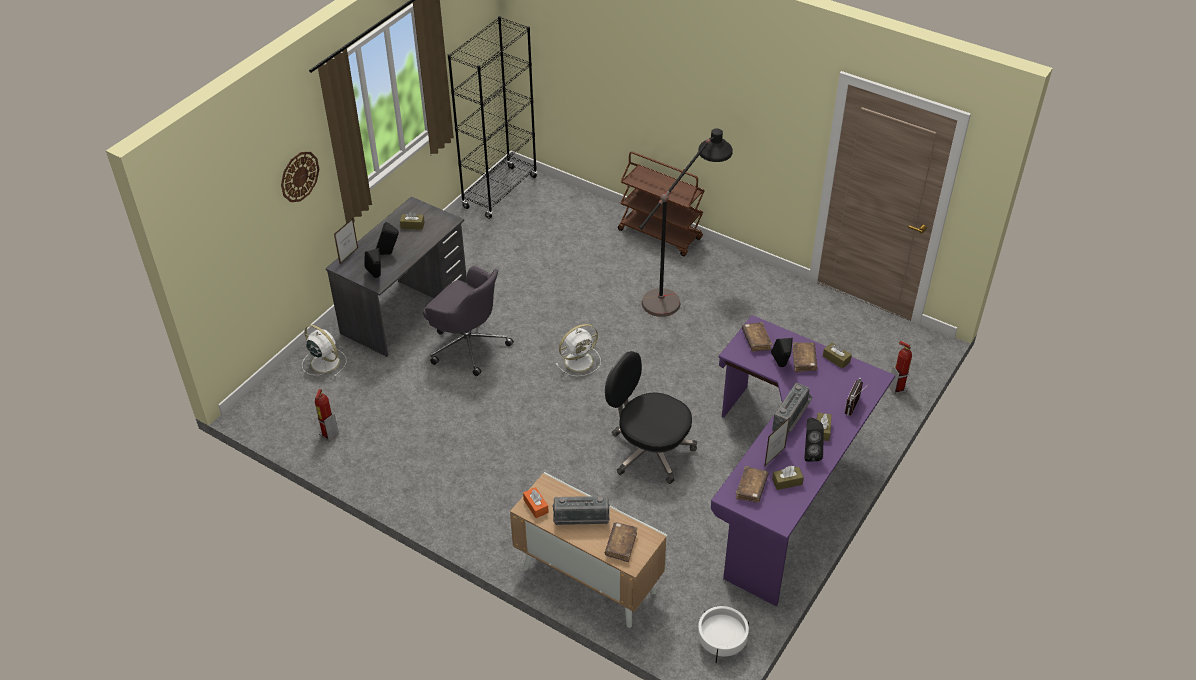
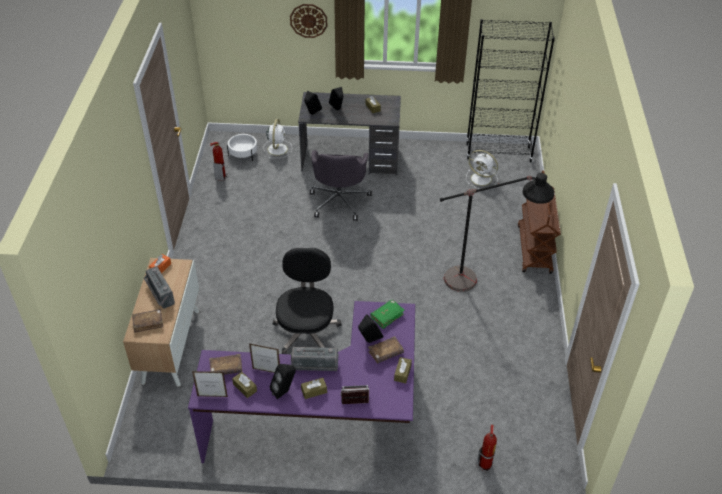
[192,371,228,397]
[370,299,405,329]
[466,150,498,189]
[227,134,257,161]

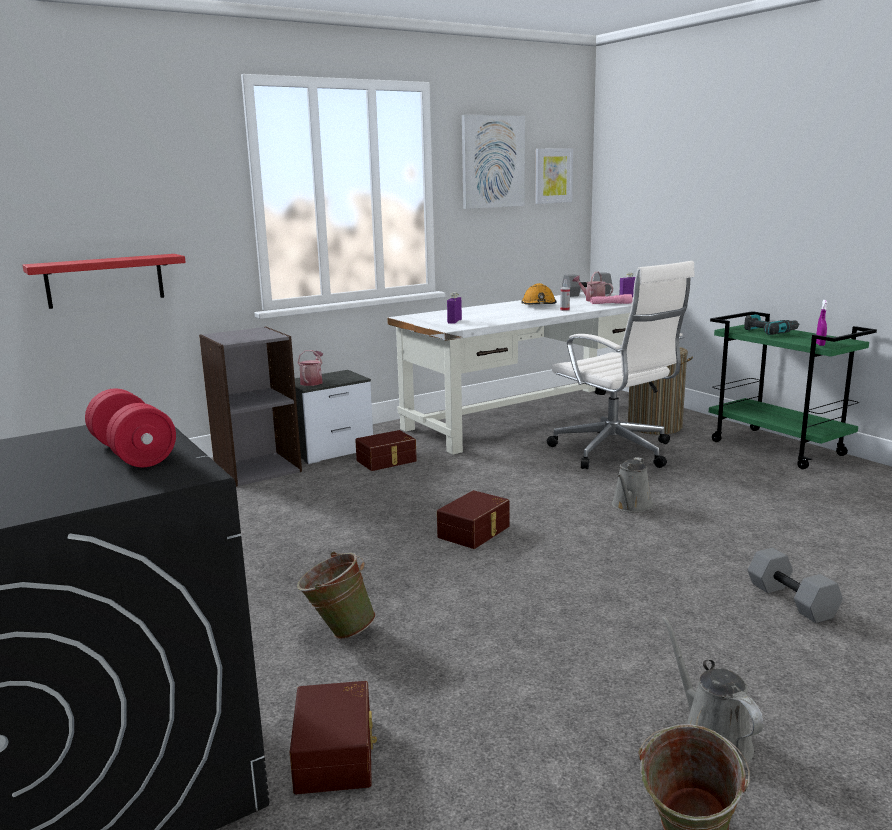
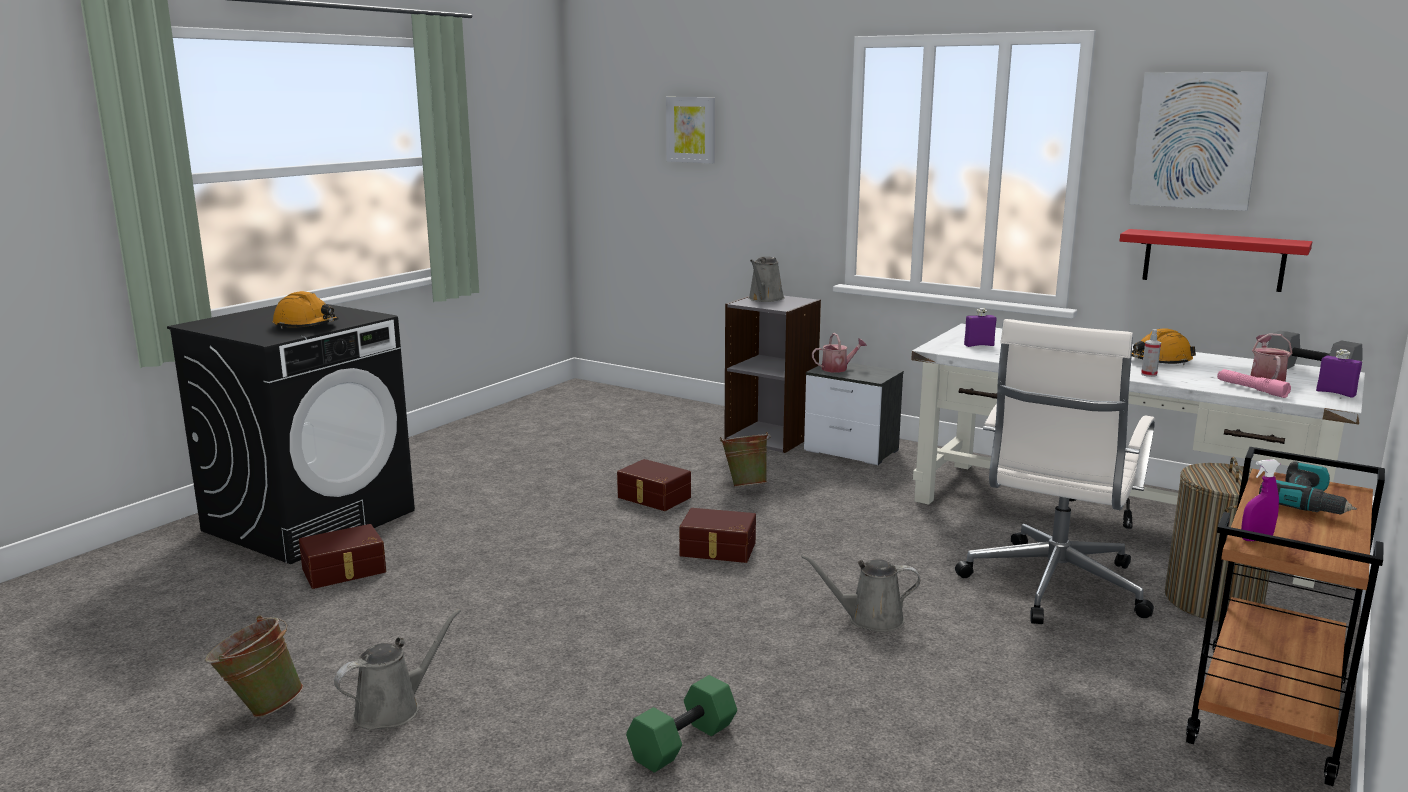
[666,97,715,163]
[1120,229,1312,292]
[1186,447,1385,786]
[273,291,339,329]
[617,459,691,511]
[626,675,737,773]
[720,432,770,487]
[748,256,785,302]

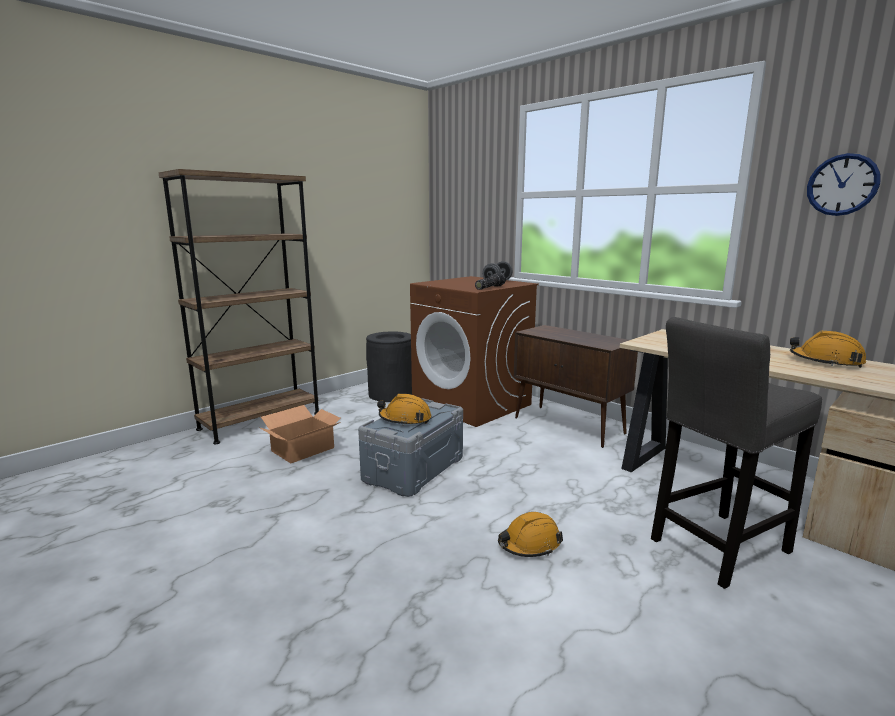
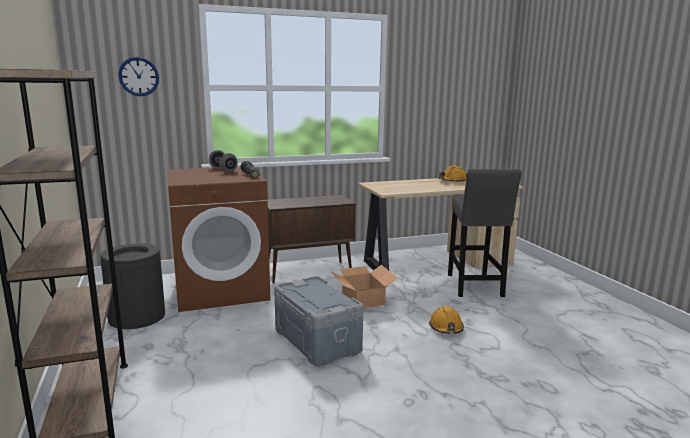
[118,57,159,96]
[377,394,431,426] (first image)
[330,265,398,308]

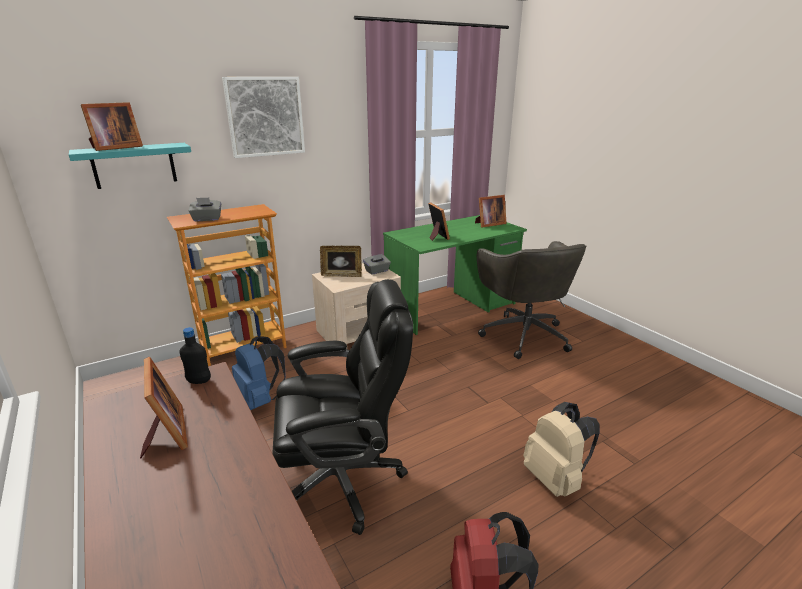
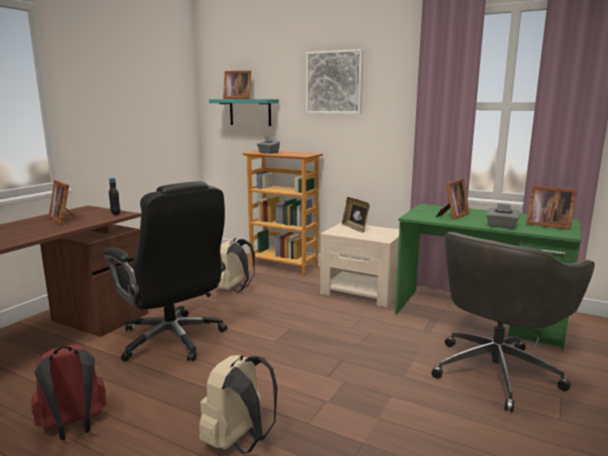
[486,203,520,229]
[217,238,255,293]
[49,180,74,225]

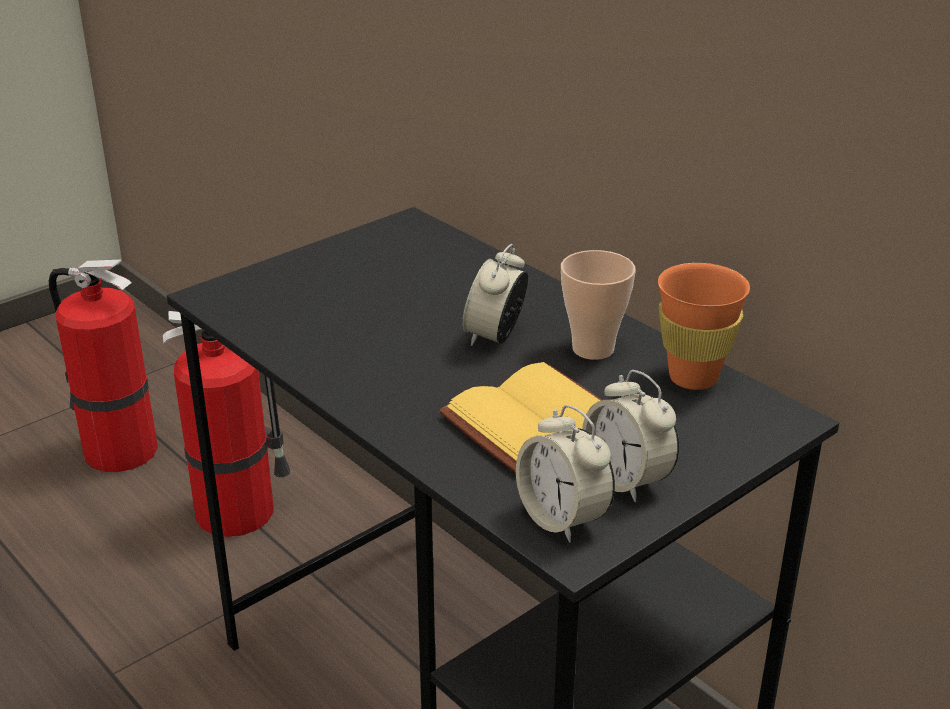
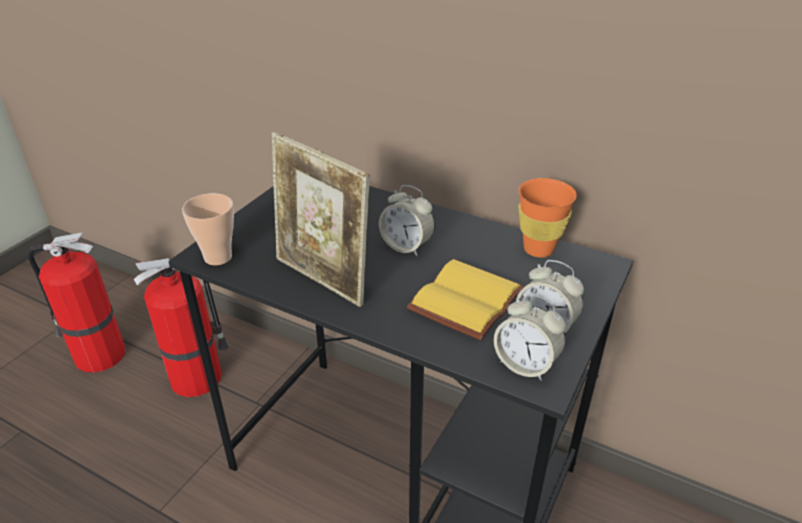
[379,185,435,256]
[182,193,234,265]
[272,132,370,307]

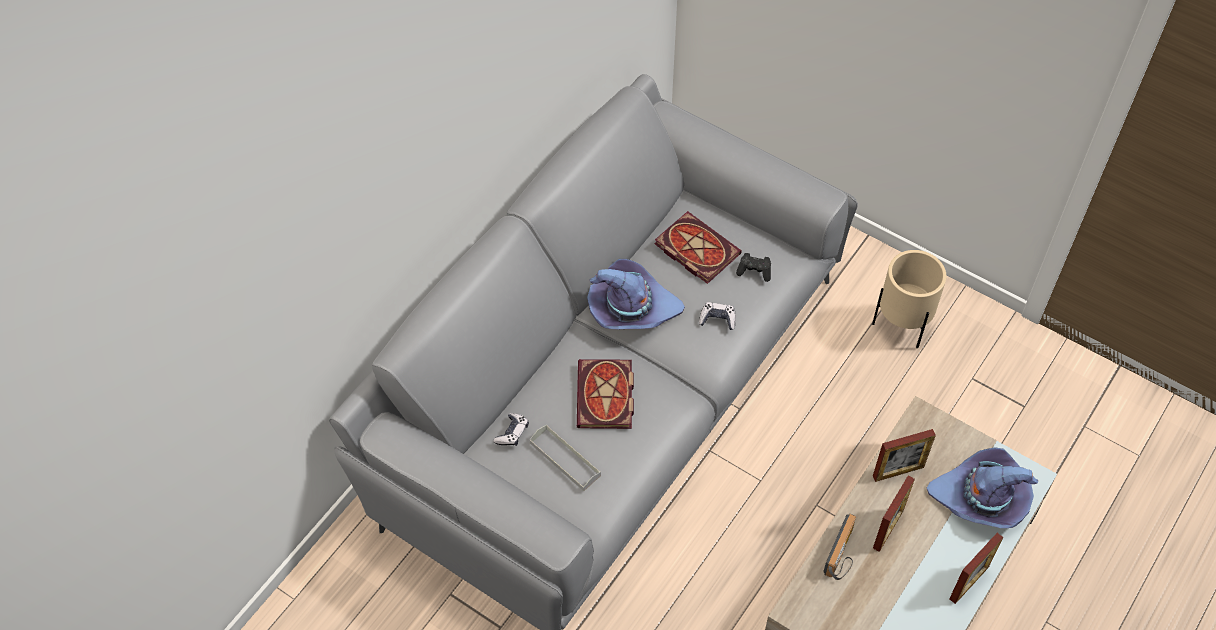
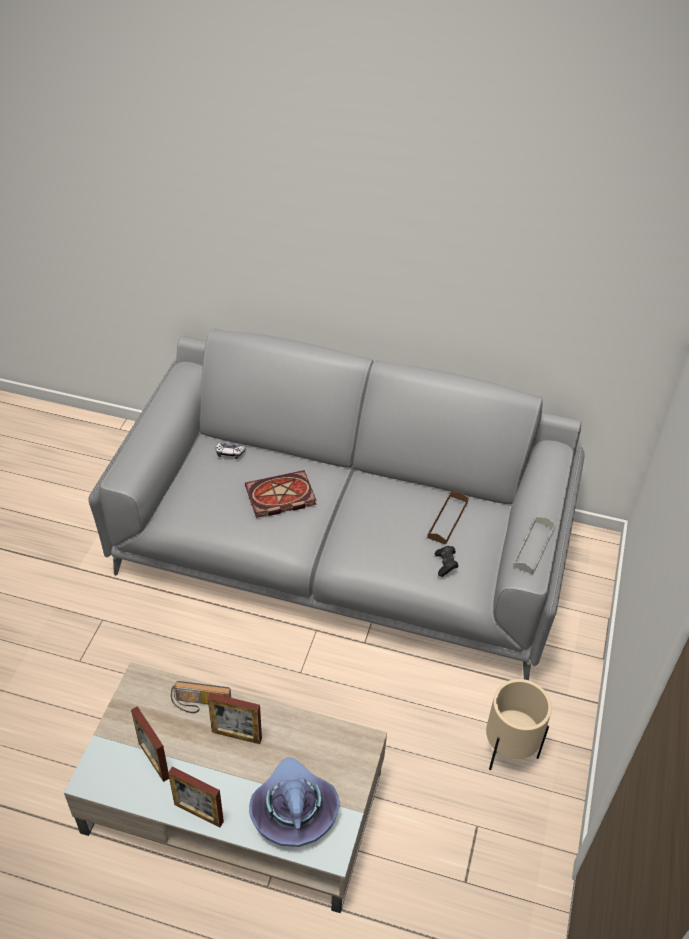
[427,492,469,545]
[587,259,685,329] (first image)
[699,302,736,330] (first image)
[513,517,556,575]
[131,706,169,782]

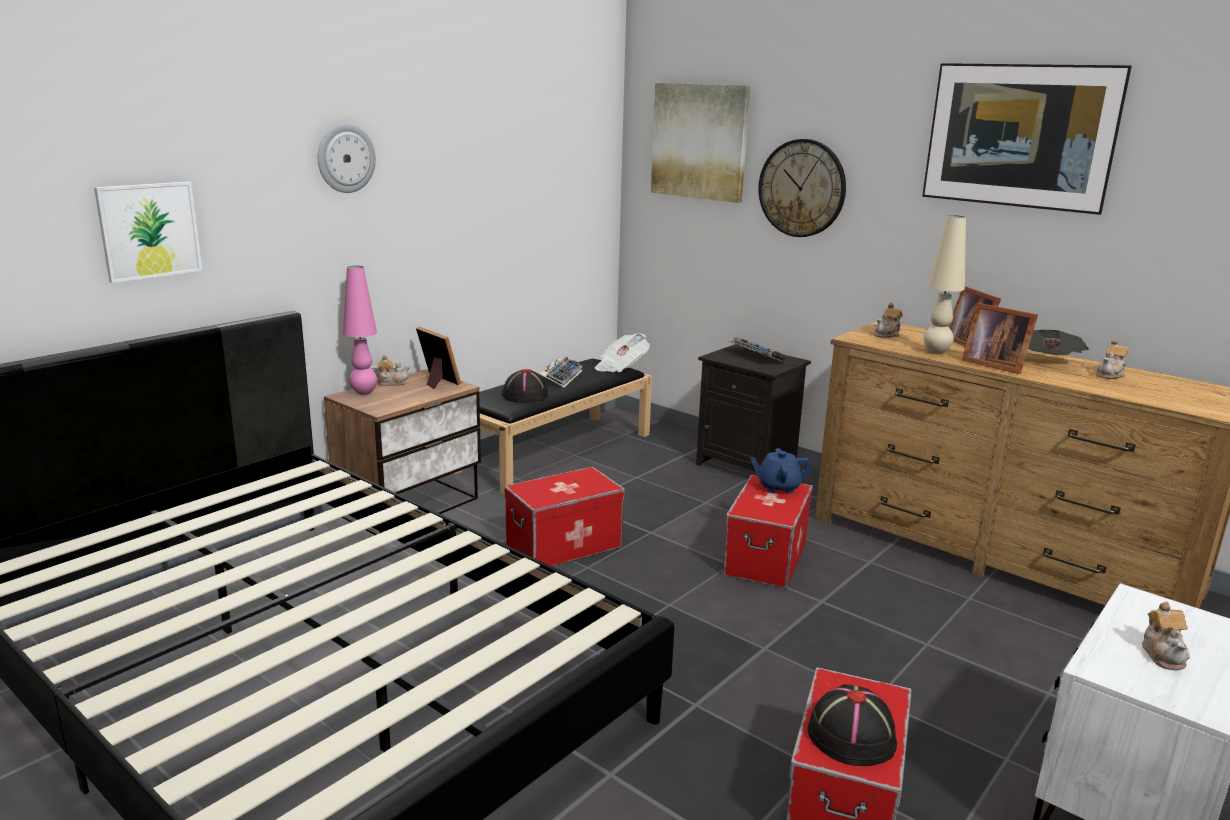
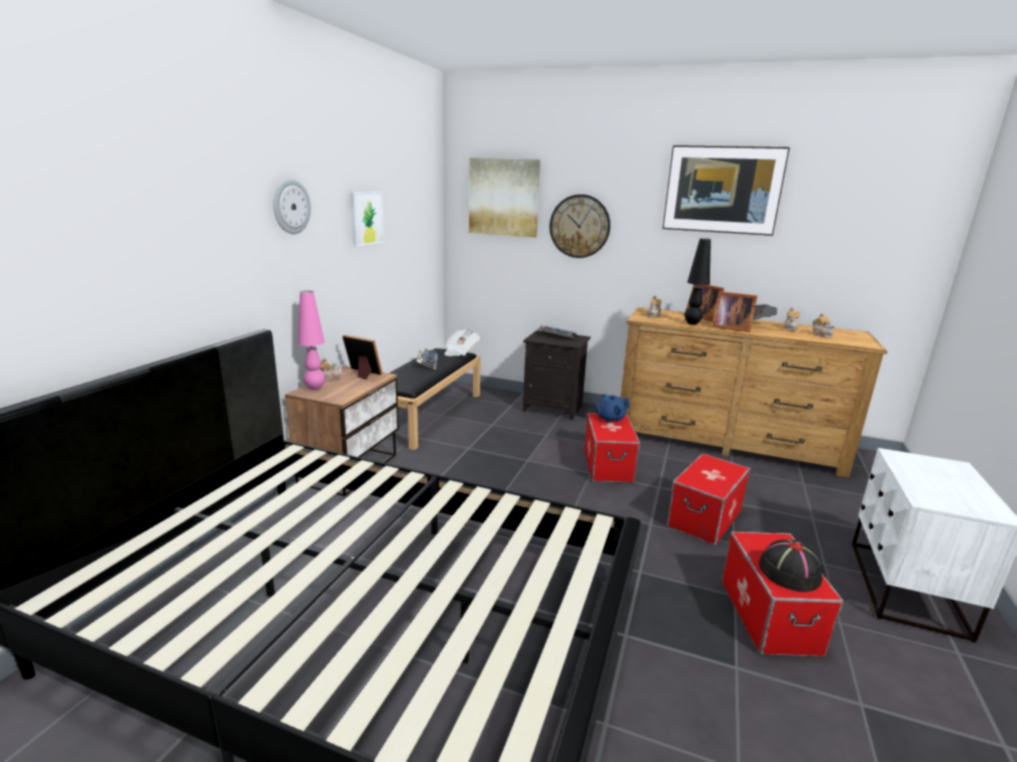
[350,192,385,247]
[685,238,711,325]
[502,369,548,403] (first image)
[667,453,750,546]
[813,313,835,338]

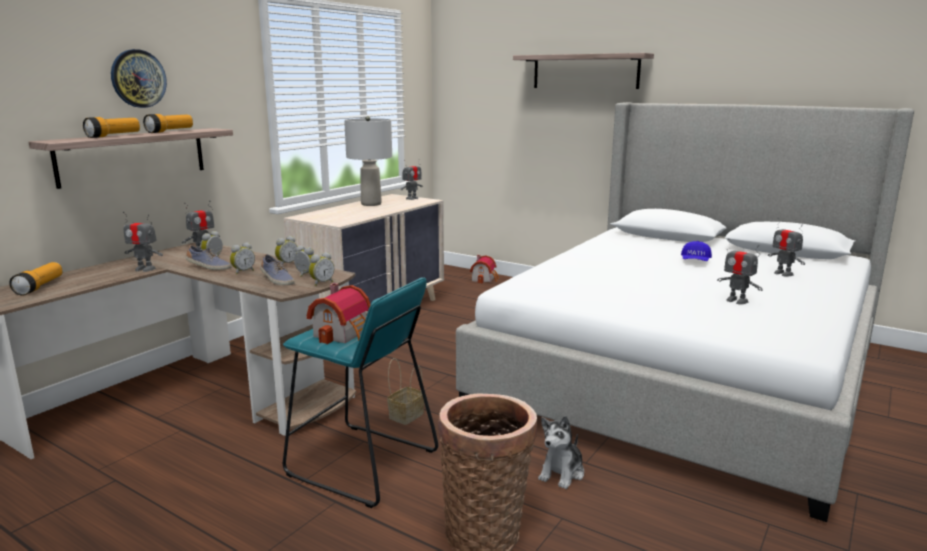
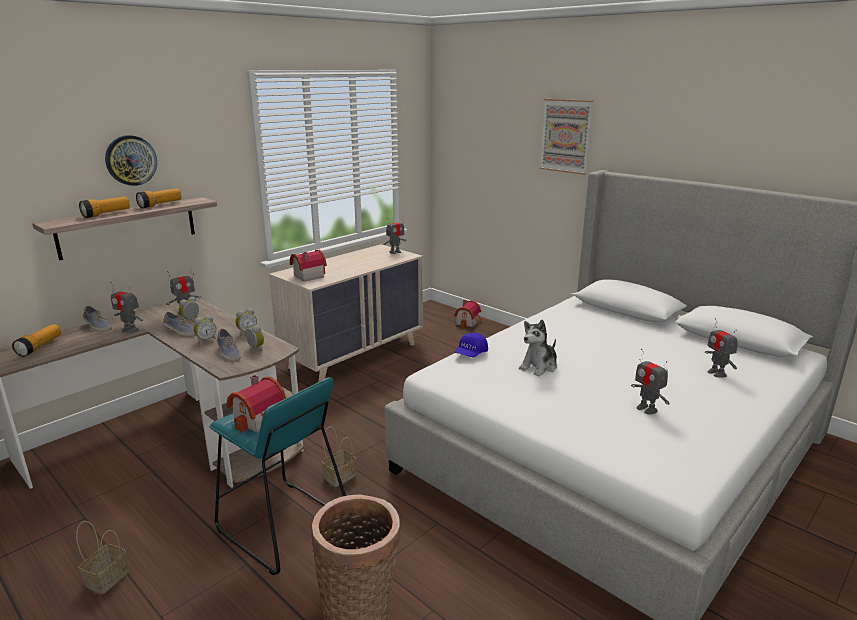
[540,99,593,175]
[344,116,392,206] (first image)
[454,333,488,357]
[309,252,334,286] (first image)
[519,319,557,377]
[290,250,327,282]
[83,306,112,332]
[76,521,129,594]

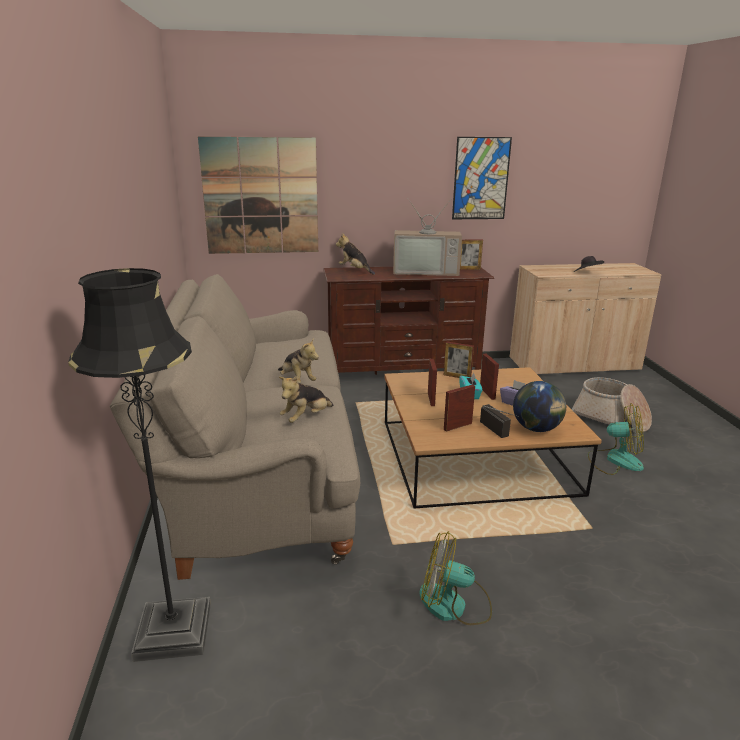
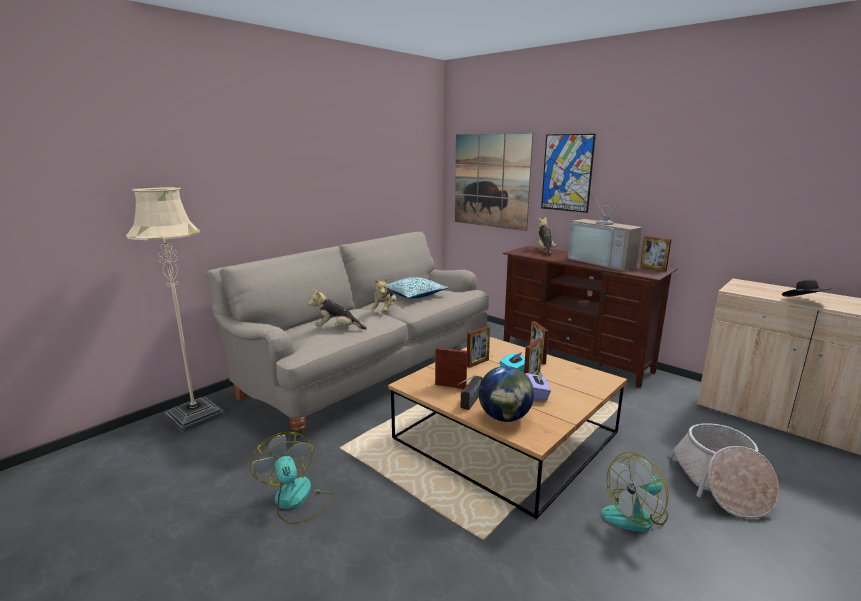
[541,134,596,213]
[126,186,224,433]
[601,452,669,532]
[387,277,448,298]

